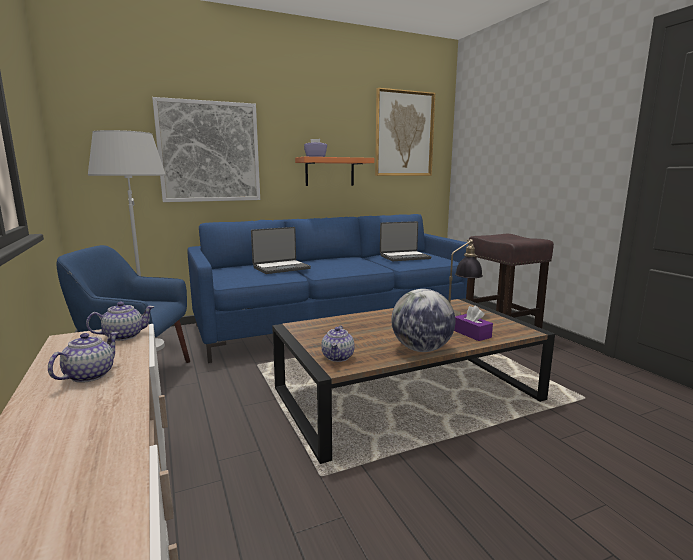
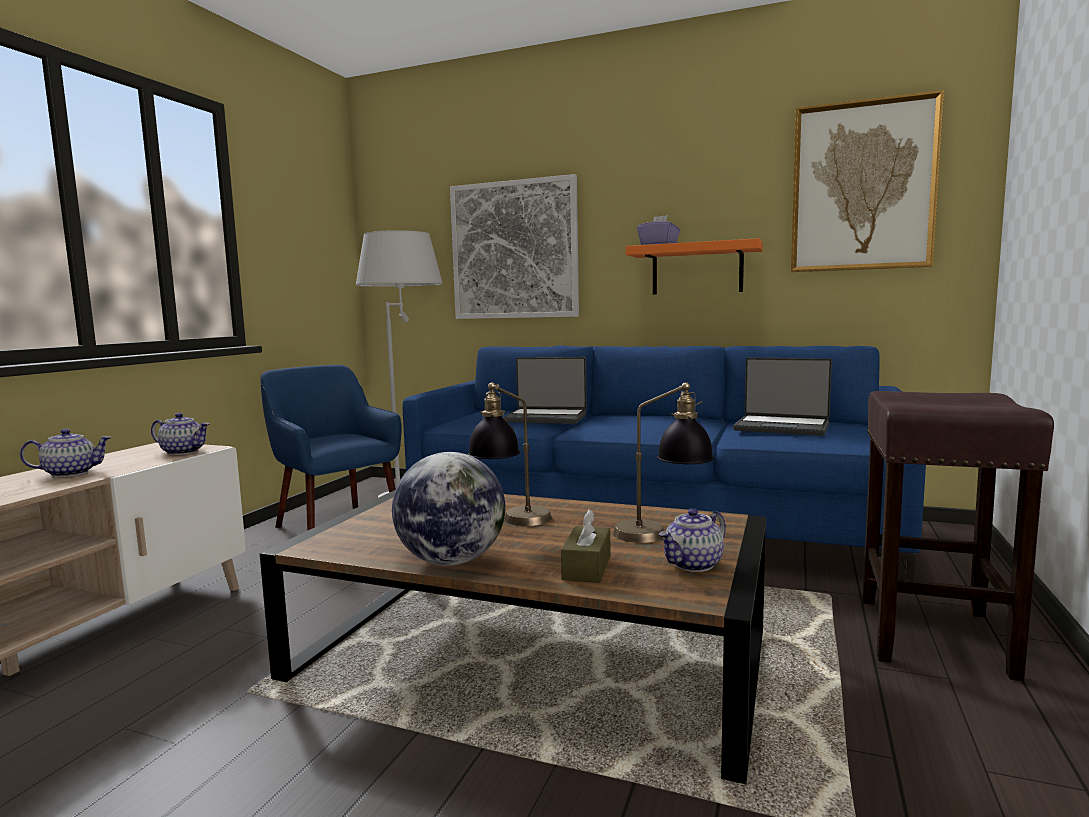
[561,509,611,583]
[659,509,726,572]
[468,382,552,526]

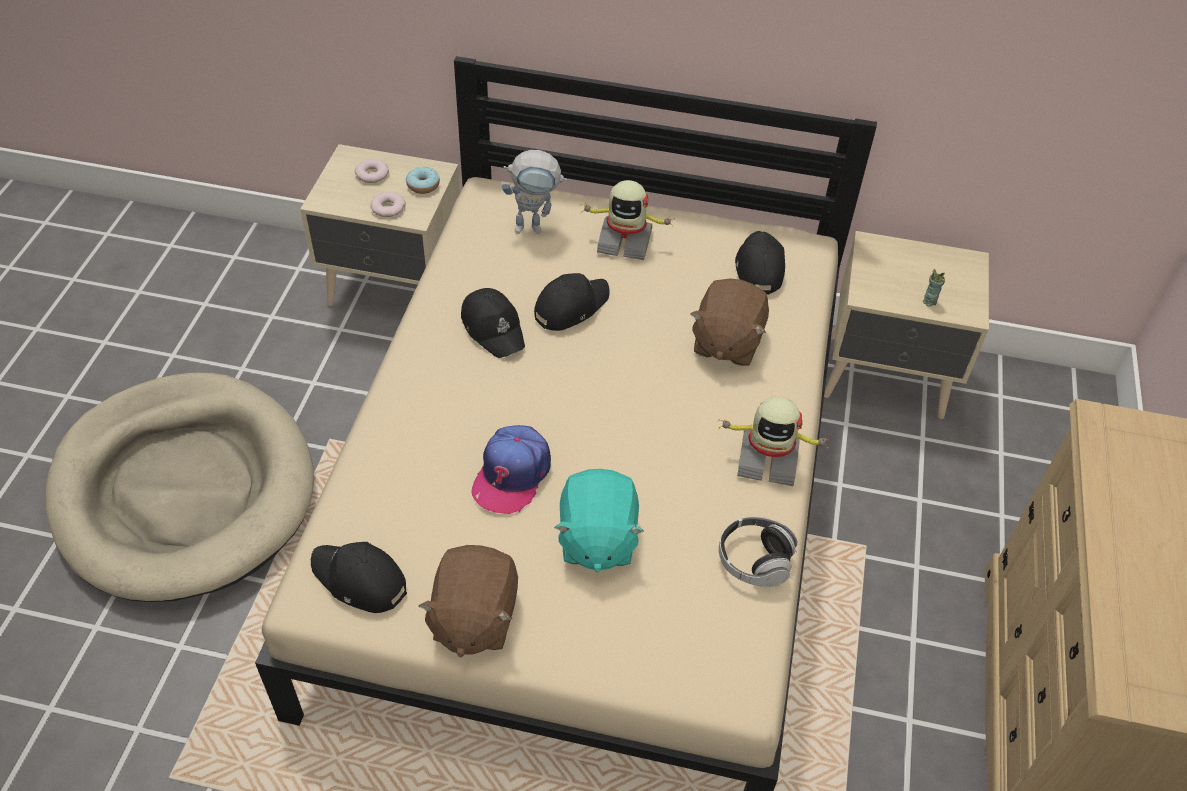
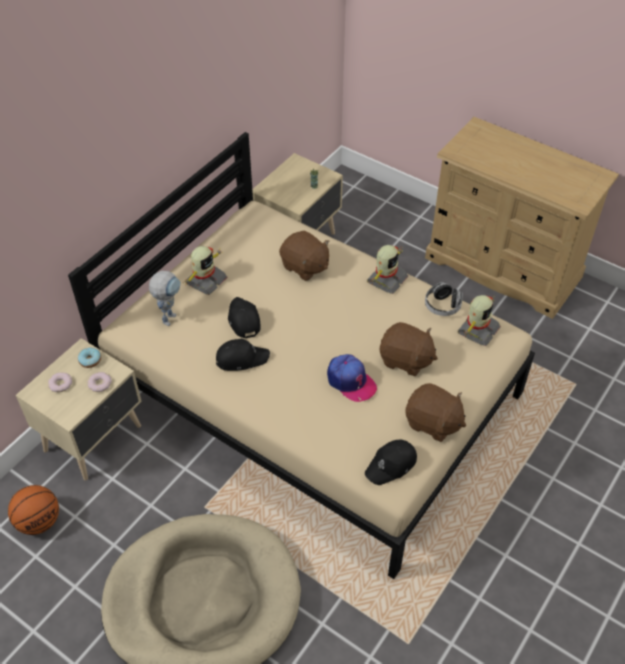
[735,231,785,294] (first image)
[380,322,438,376]
[458,295,500,346]
[8,485,59,535]

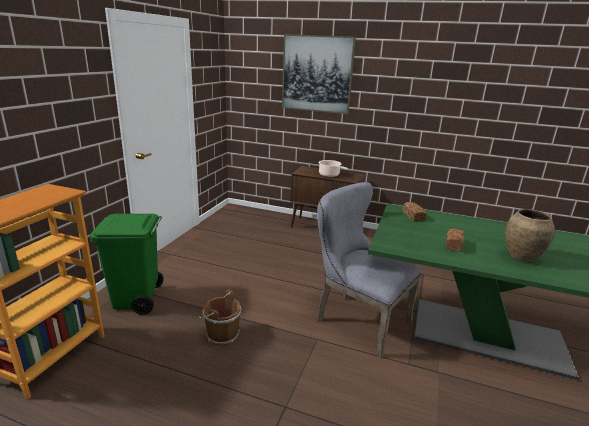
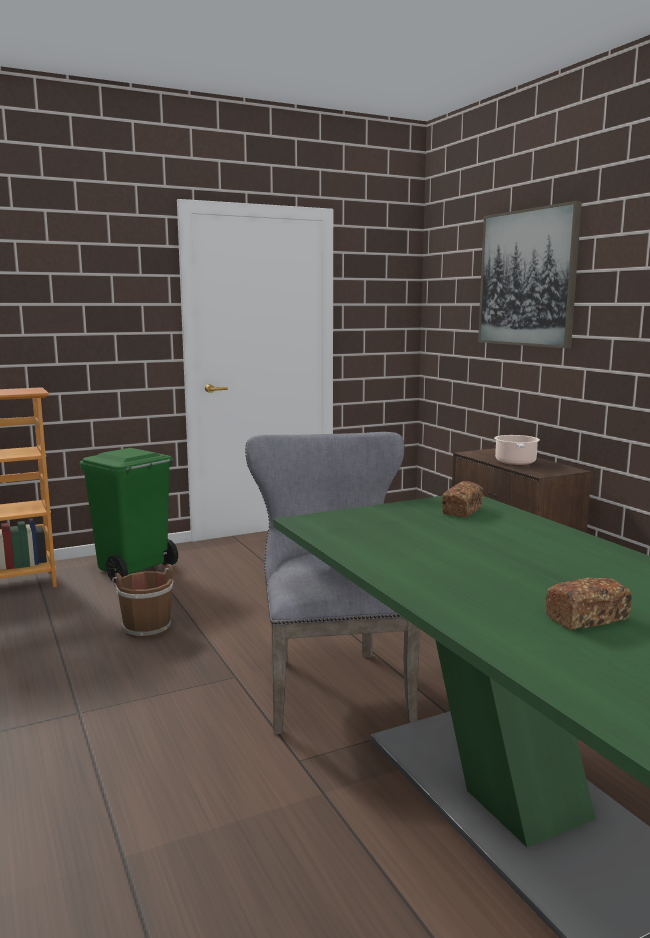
[505,209,555,262] (first image)
[545,577,632,630]

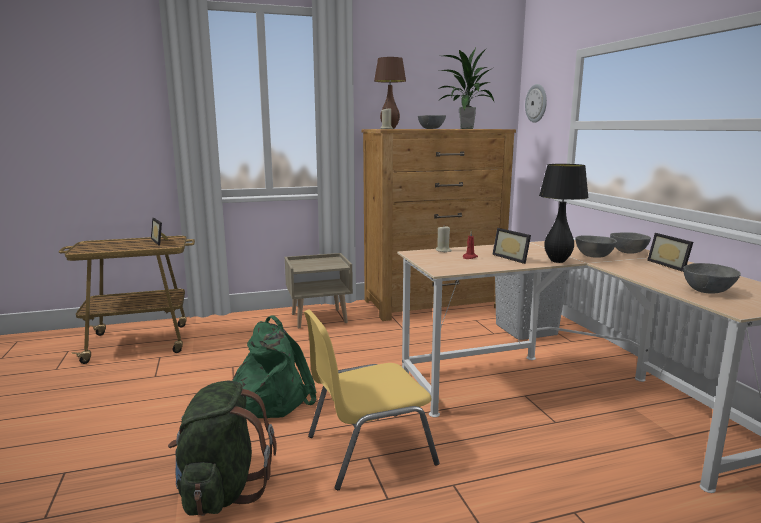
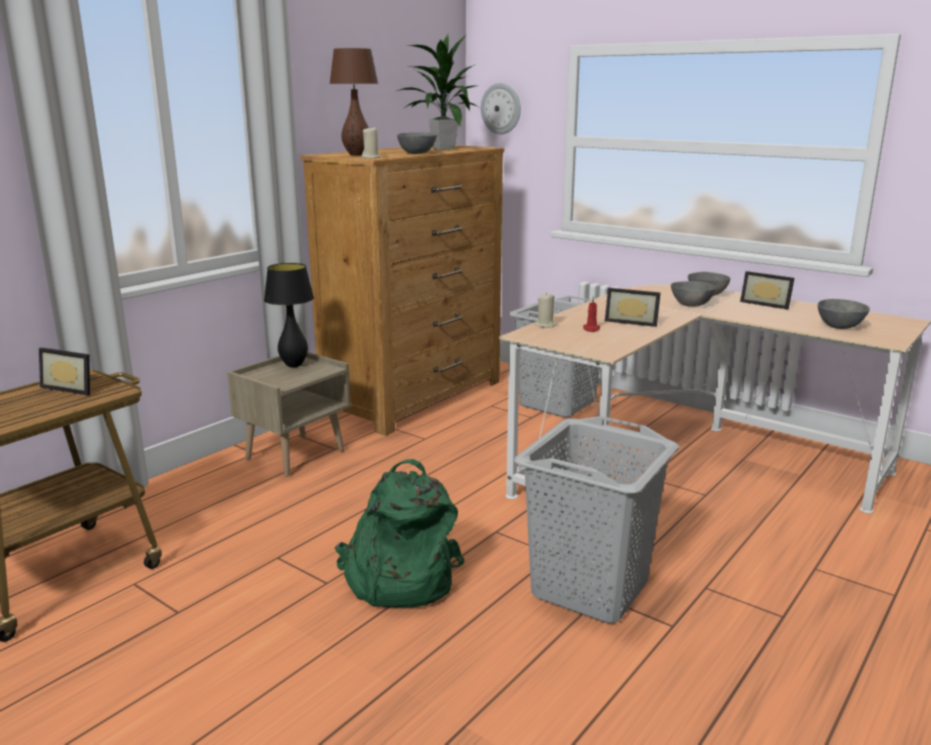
[264,263,314,367]
[514,416,679,623]
[168,381,277,516] (first image)

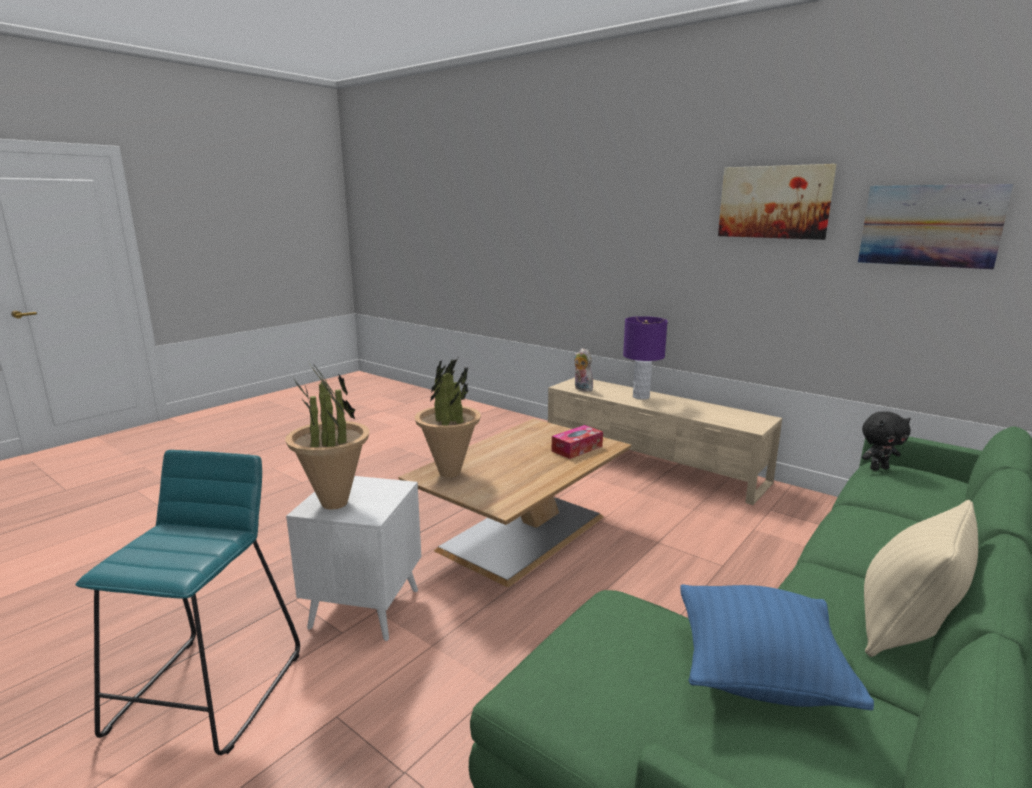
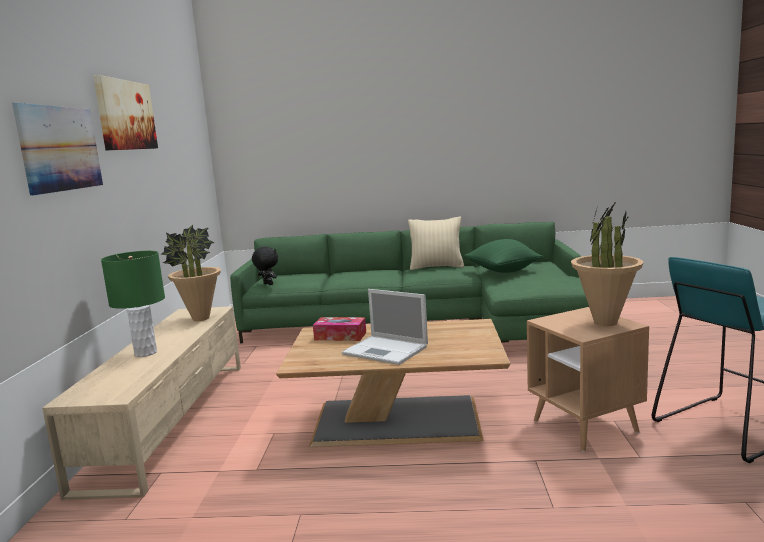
[12,103,103,196]
[101,251,165,357]
[574,348,593,392] (first image)
[161,225,221,321]
[527,307,649,452]
[464,239,543,273]
[342,289,428,365]

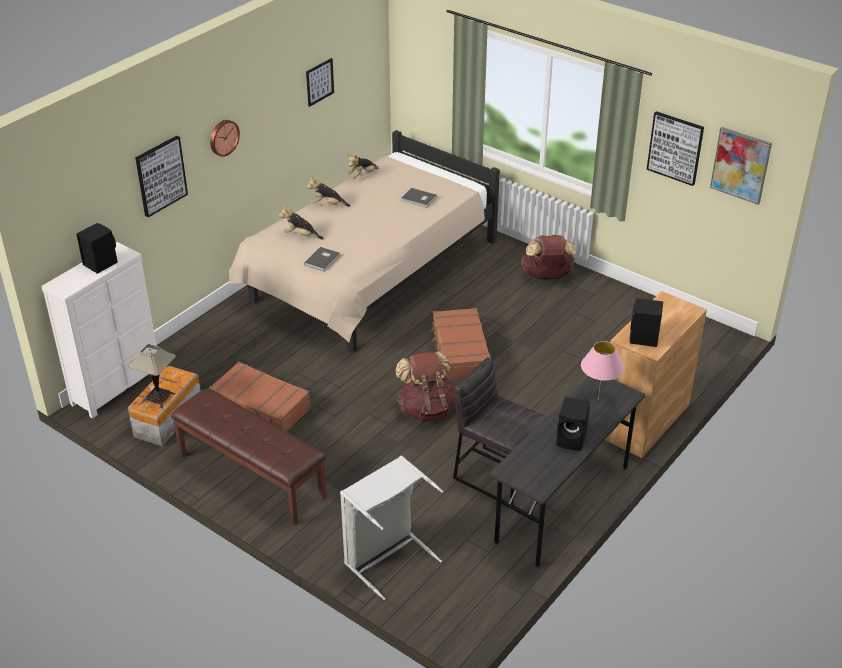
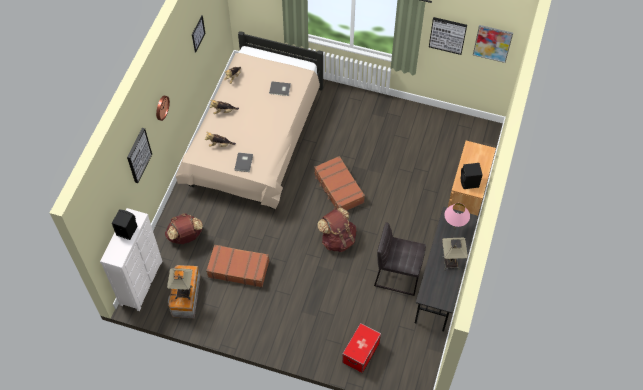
[165,213,203,244]
[171,388,327,526] (first image)
[442,237,468,270]
[342,323,381,373]

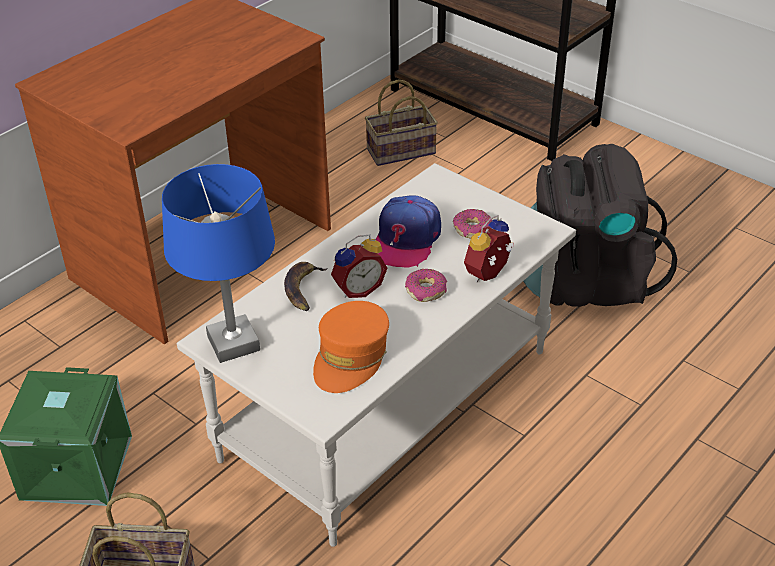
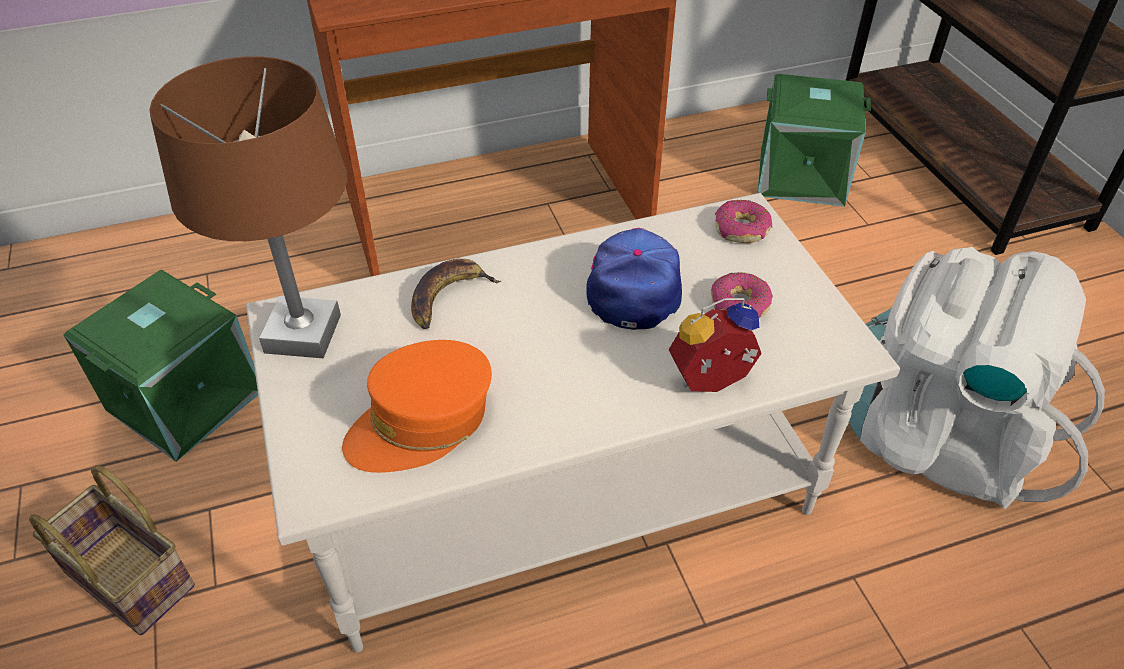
[757,74,871,207]
[848,247,1105,509]
[149,56,347,358]
[586,228,682,330]
[331,234,387,298] (first image)
[715,200,772,243]

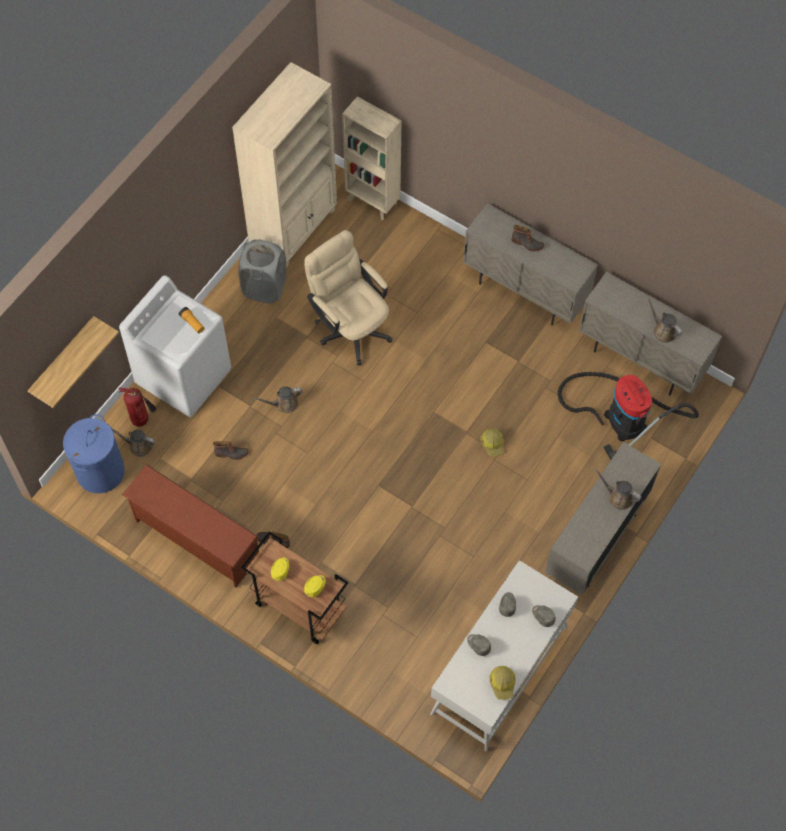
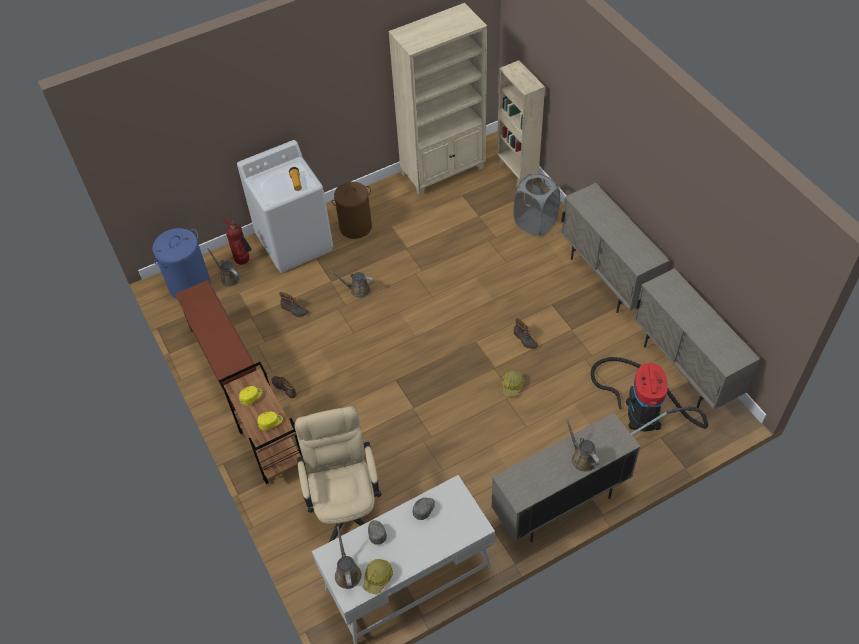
[514,318,538,349]
[295,406,382,542]
[513,173,560,236]
[335,526,362,589]
[28,316,119,408] (first image)
[532,605,556,627] (first image)
[331,182,372,239]

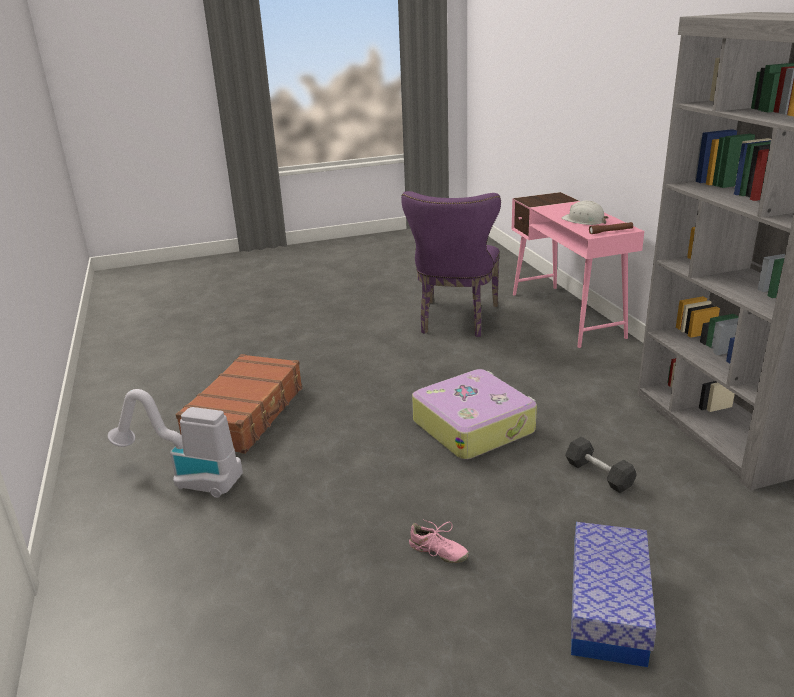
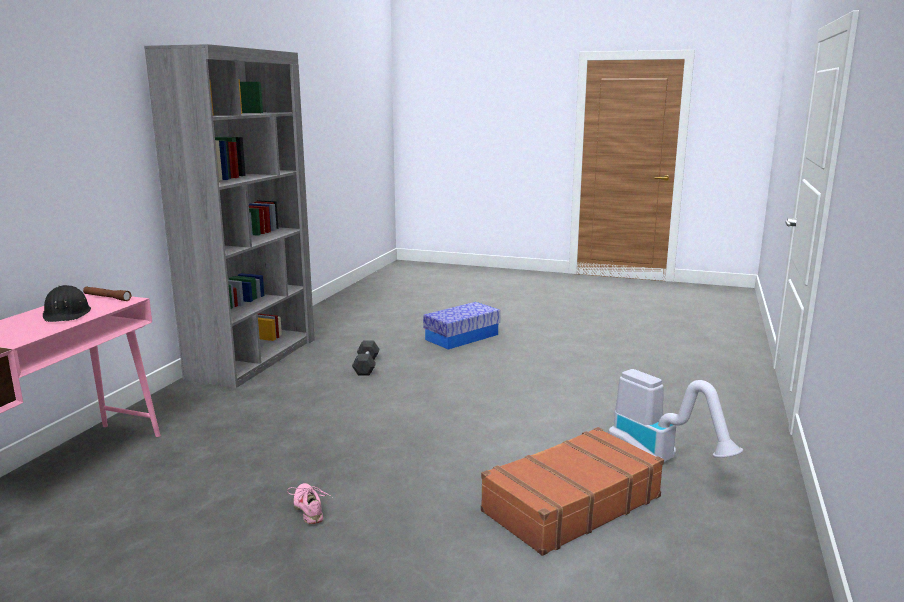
[401,191,501,337] (first image)
[43,285,91,322]
[412,369,537,460] (first image)
[287,483,332,524]

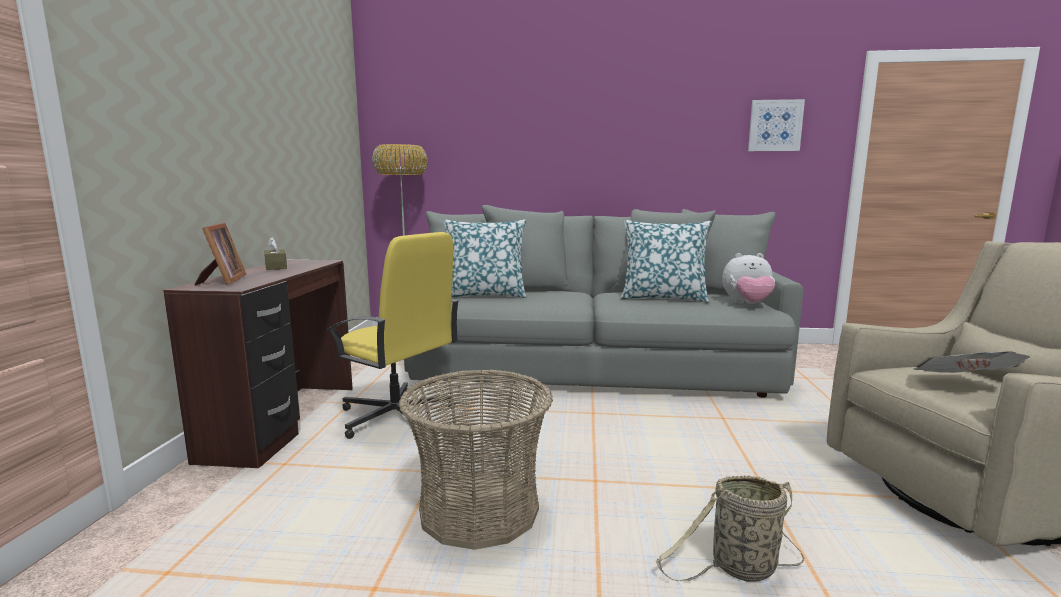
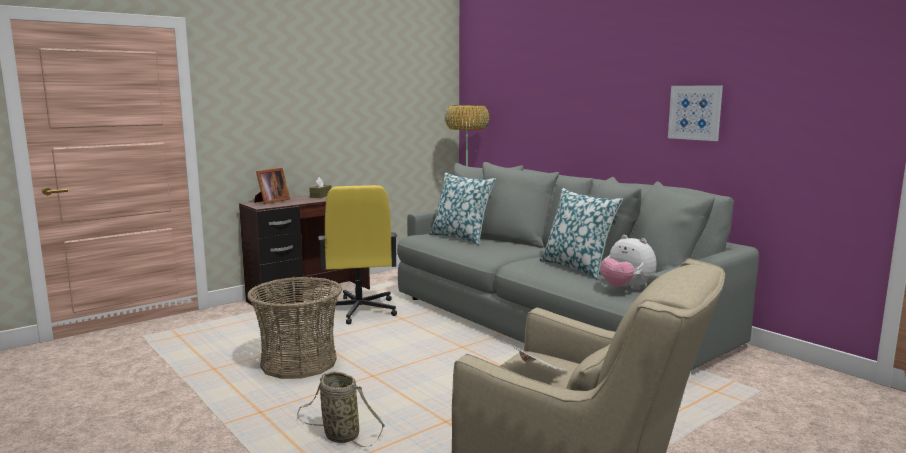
[668,85,723,141]

